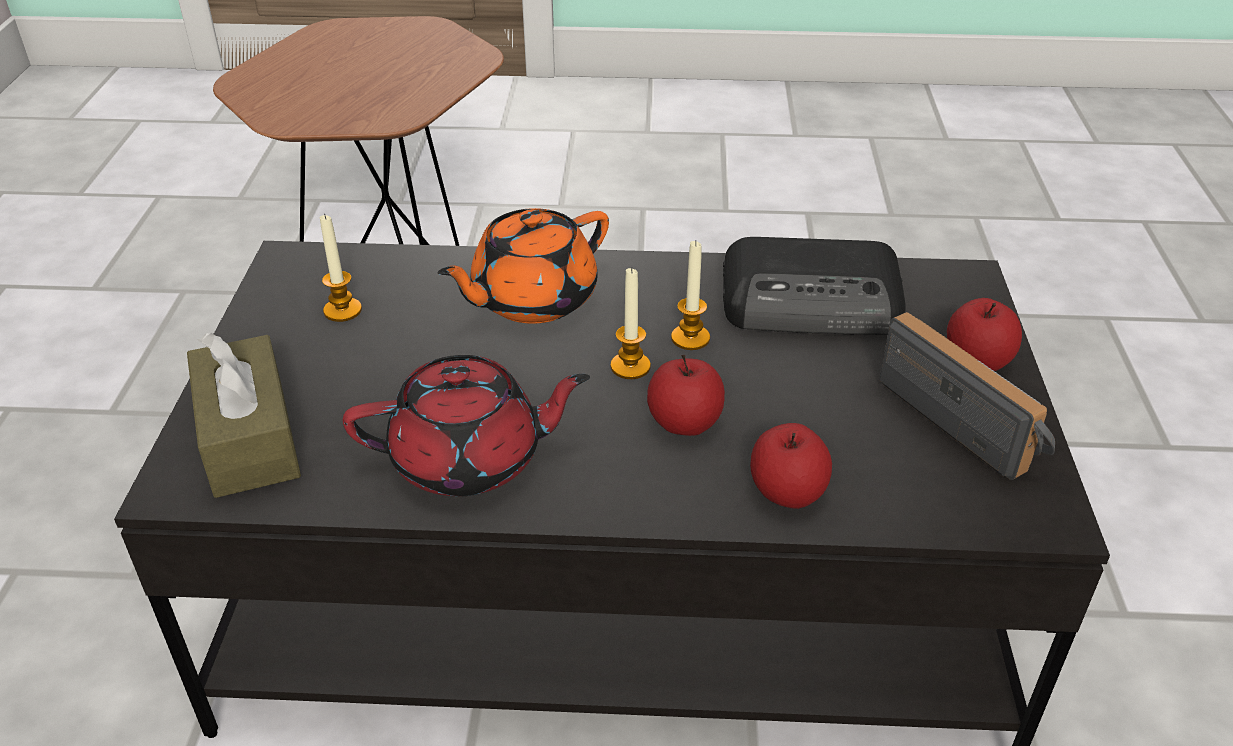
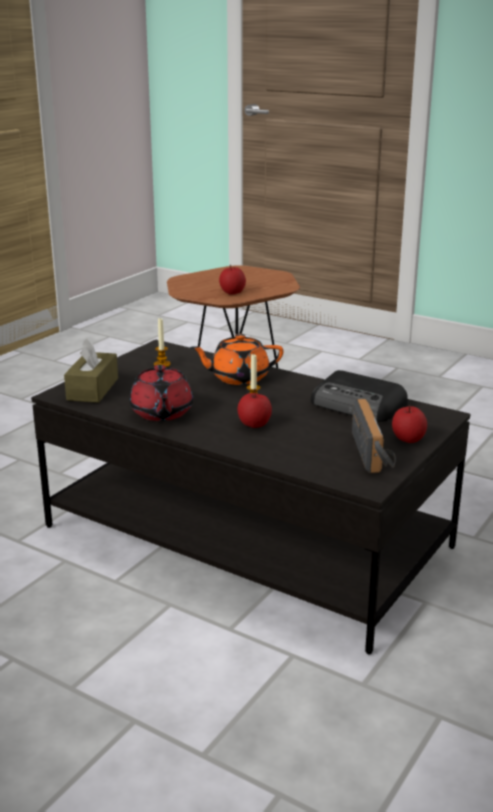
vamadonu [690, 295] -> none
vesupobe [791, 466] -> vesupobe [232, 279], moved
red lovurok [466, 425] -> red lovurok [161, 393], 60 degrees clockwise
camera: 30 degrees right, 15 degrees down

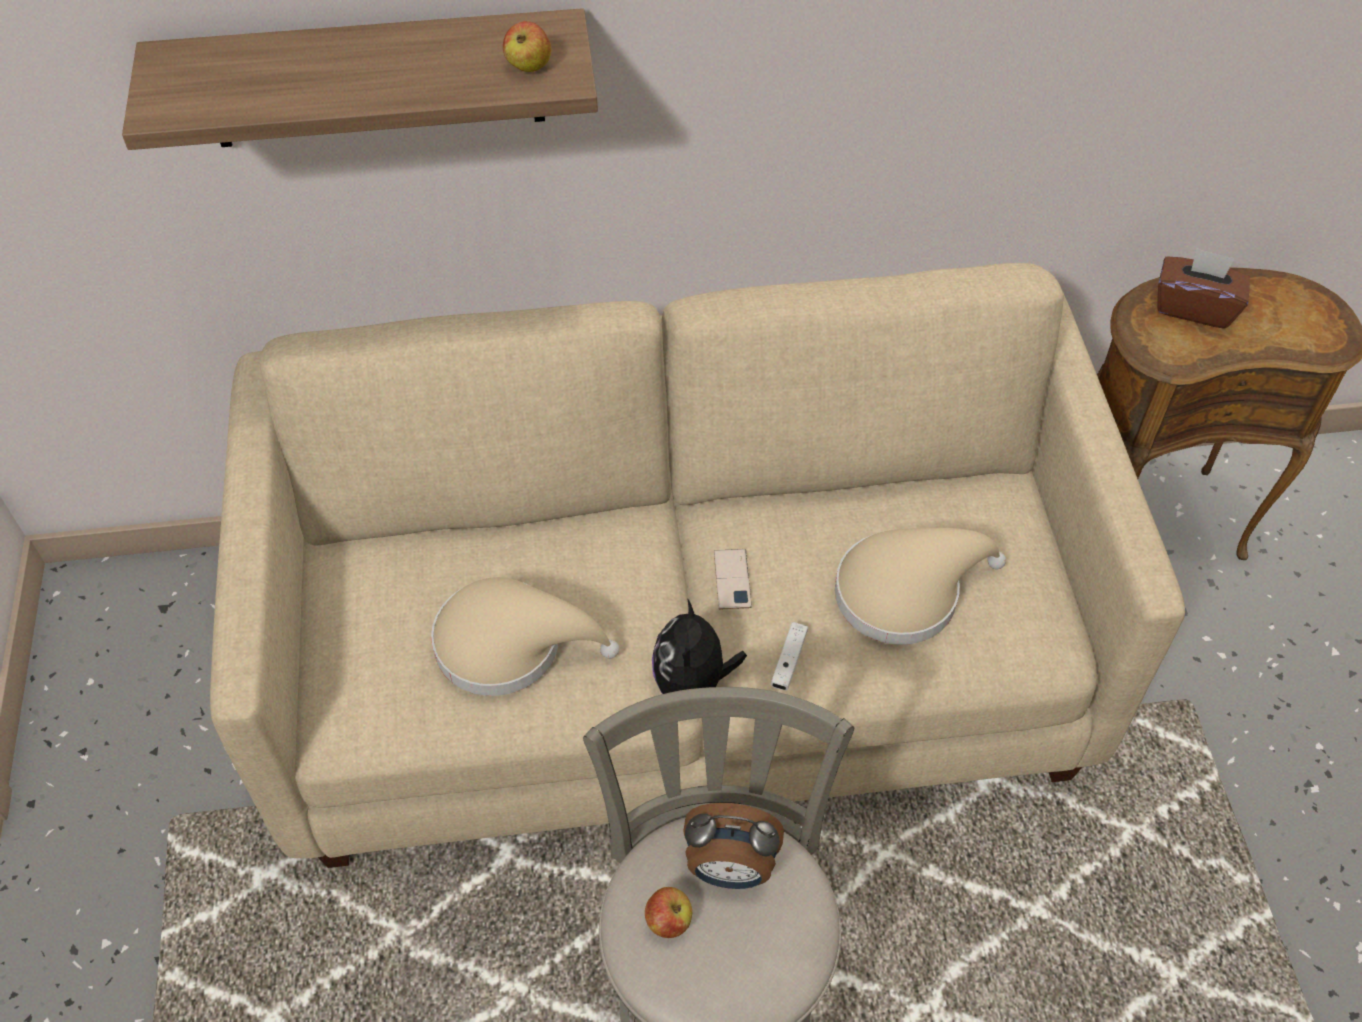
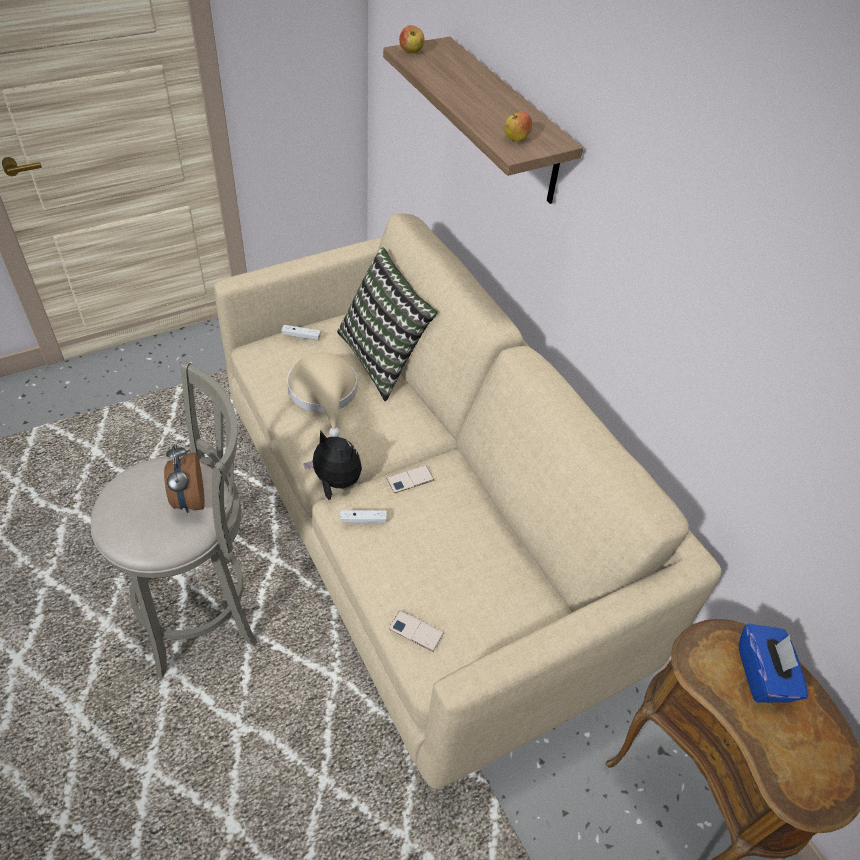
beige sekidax [920, 586] -> none
none -> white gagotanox [301, 333]
none -> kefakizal [387, 324]
none -> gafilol [416, 631]
vesupobe [668, 912] -> vesupobe [412, 39], moved
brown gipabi [1203, 288] -> blue gipabi [773, 663]
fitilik [699, 646] -> fitilik [333, 465], 45 degrees clockwise
camera: 65 degrees right, 5 degrees down

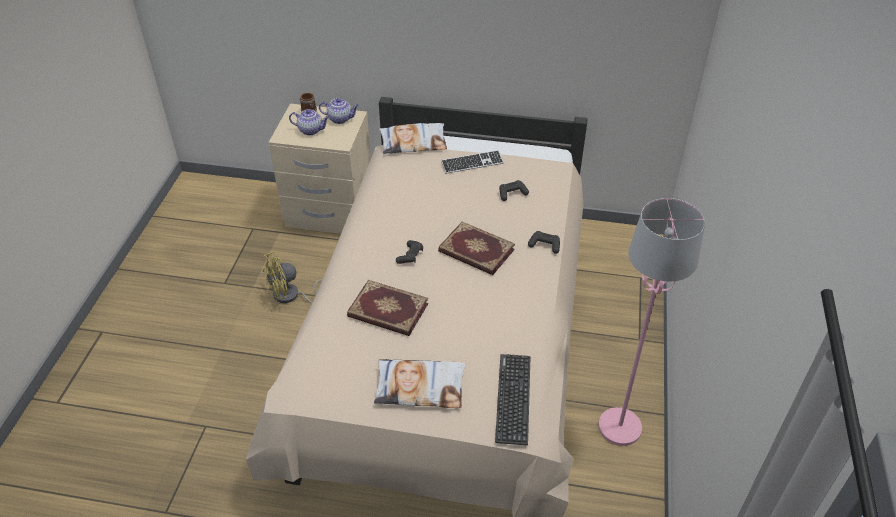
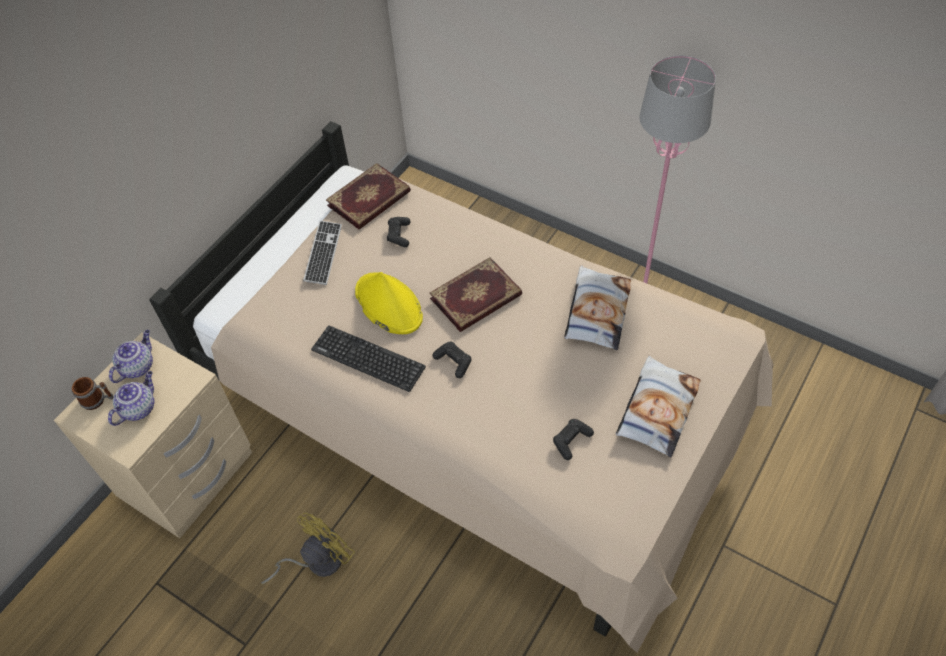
none -> yellow sekidax [389, 303]
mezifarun [387, 308] -> mezifarun [368, 196], moved
kefakizal [413, 138] -> kefakizal [597, 308], moved
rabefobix [512, 399] -> rabefobix [368, 358], moved
black gagotanox [544, 242] -> black gagotanox [573, 439], moved
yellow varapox [293, 278] -> yellow varapox [308, 548], 135 degrees counterclockwise
camera: 65 degrees left, 10 degrees up

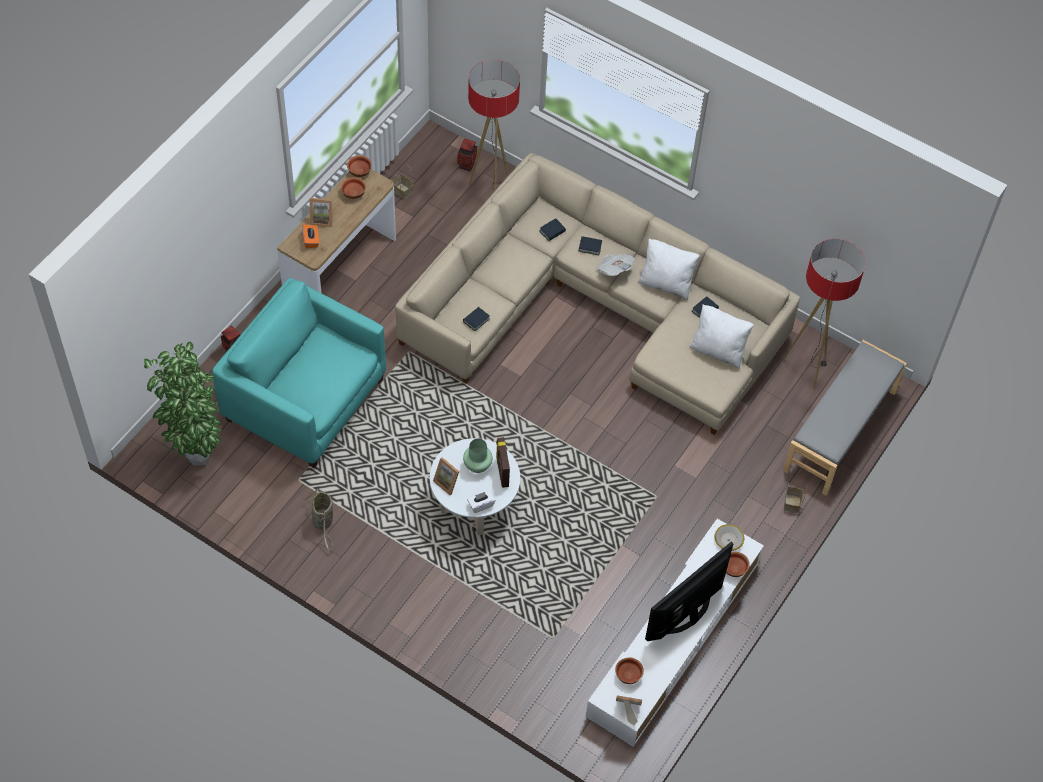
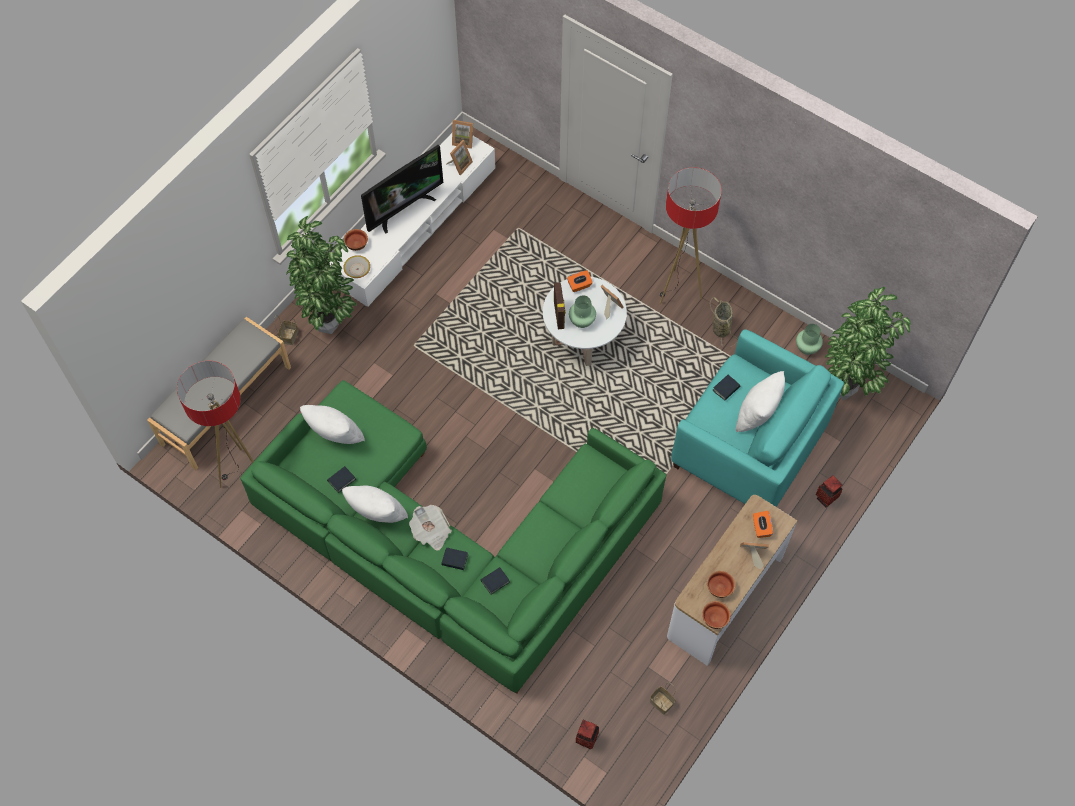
none -> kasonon [321, 275]
none -> white kefakizal [760, 401]
none -> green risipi [809, 339]
mezifarun [476, 319] -> mezifarun [726, 388], moved
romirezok [494, 125] -> romirezok [691, 235], moved
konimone [629, 670] -> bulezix [459, 157]
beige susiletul [597, 294] -> green susiletul [453, 537]
white gipabi [481, 501] -> orange gipabi [580, 281]
camera: 175 degrees left, 5 degrees up

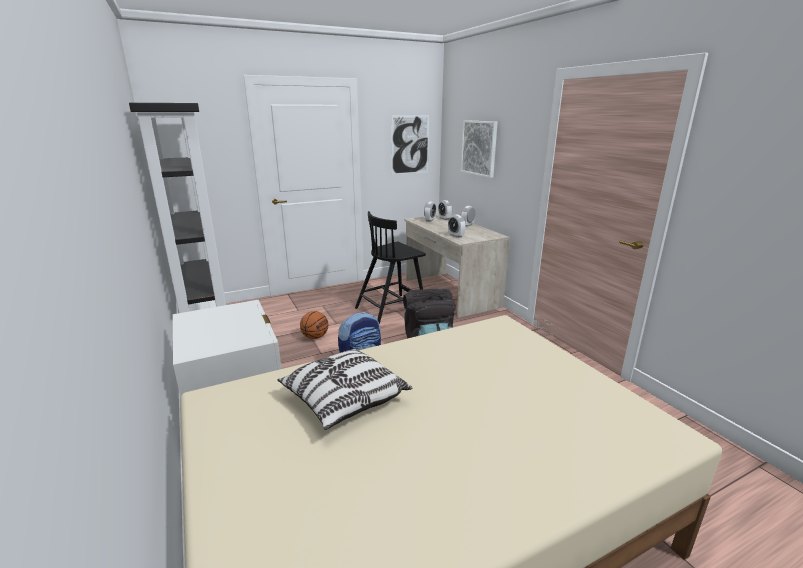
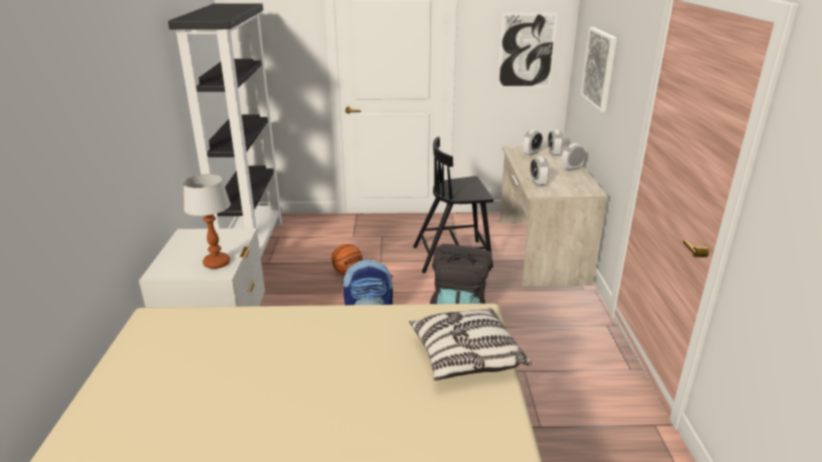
none -> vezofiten [207, 221]
kefakizal [344, 389] -> kefakizal [470, 344], moved
camera: 25 degrees right, 5 degrees up

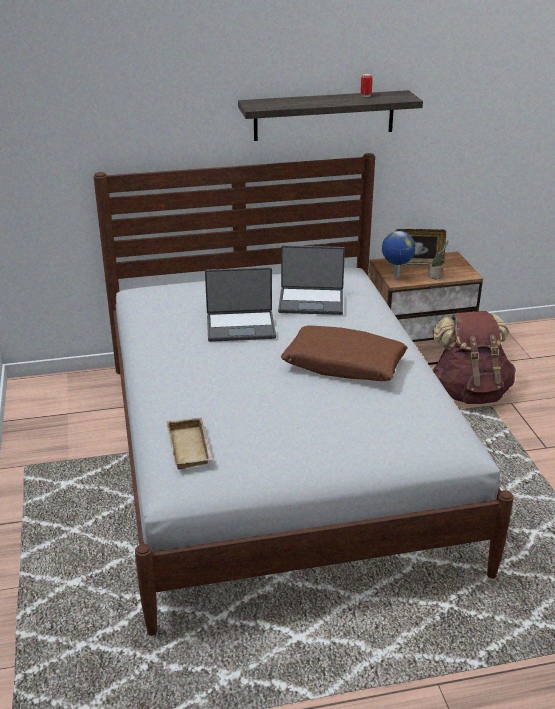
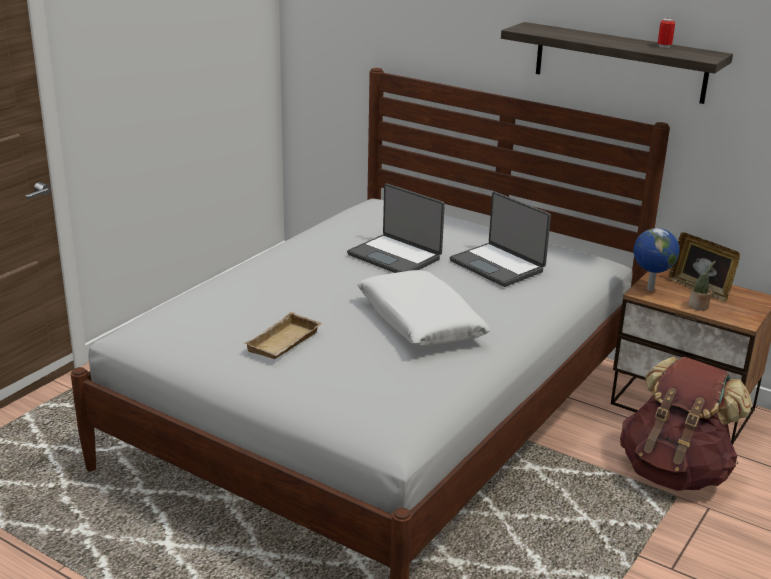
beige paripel [189, 443] -> beige paripel [283, 335], moved
brown kefakizal [344, 353] -> white kefakizal [424, 308]
camera: 45 degrees right, 5 degrees down

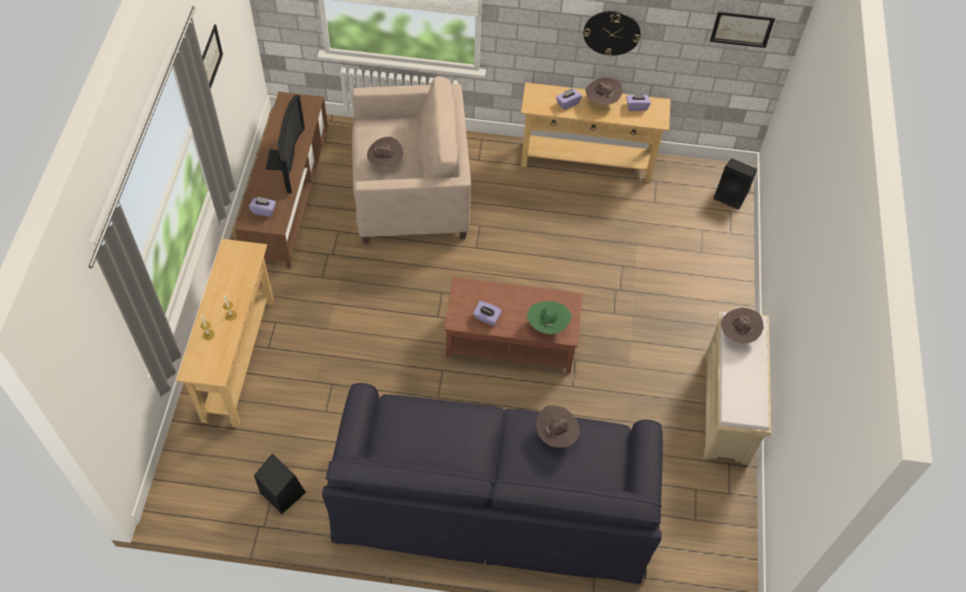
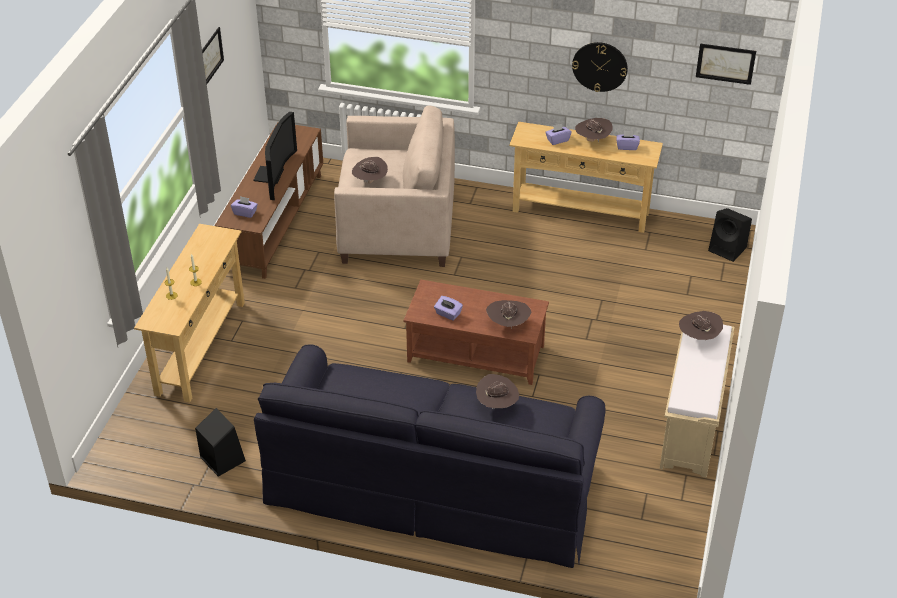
green sekidax [549, 317] -> brown sekidax [508, 314]
camera: 10 degrees right, 15 degrees down

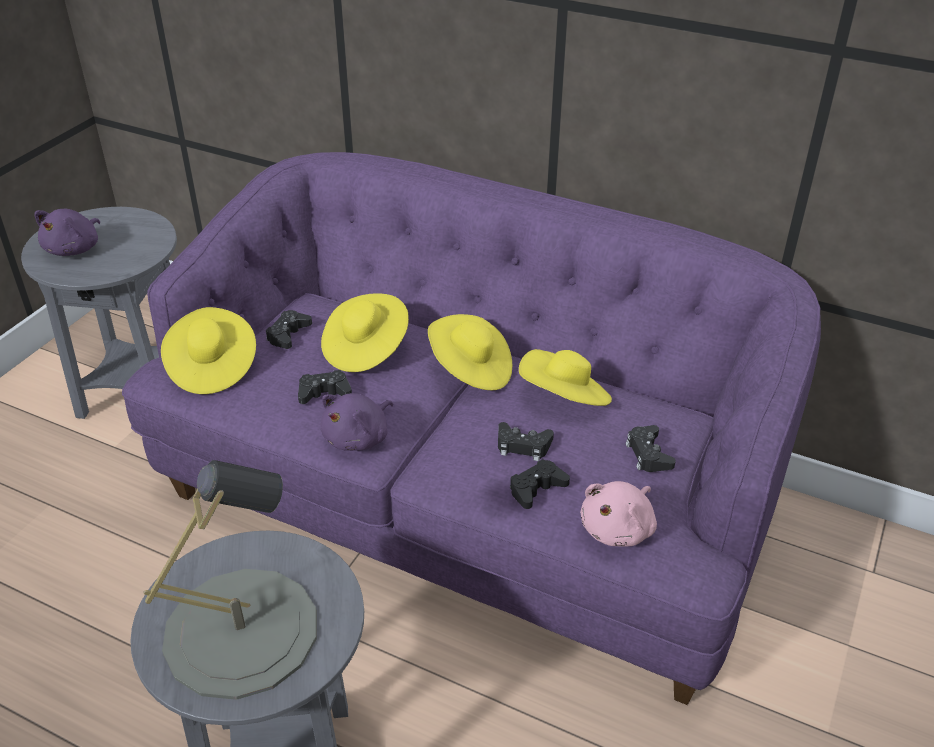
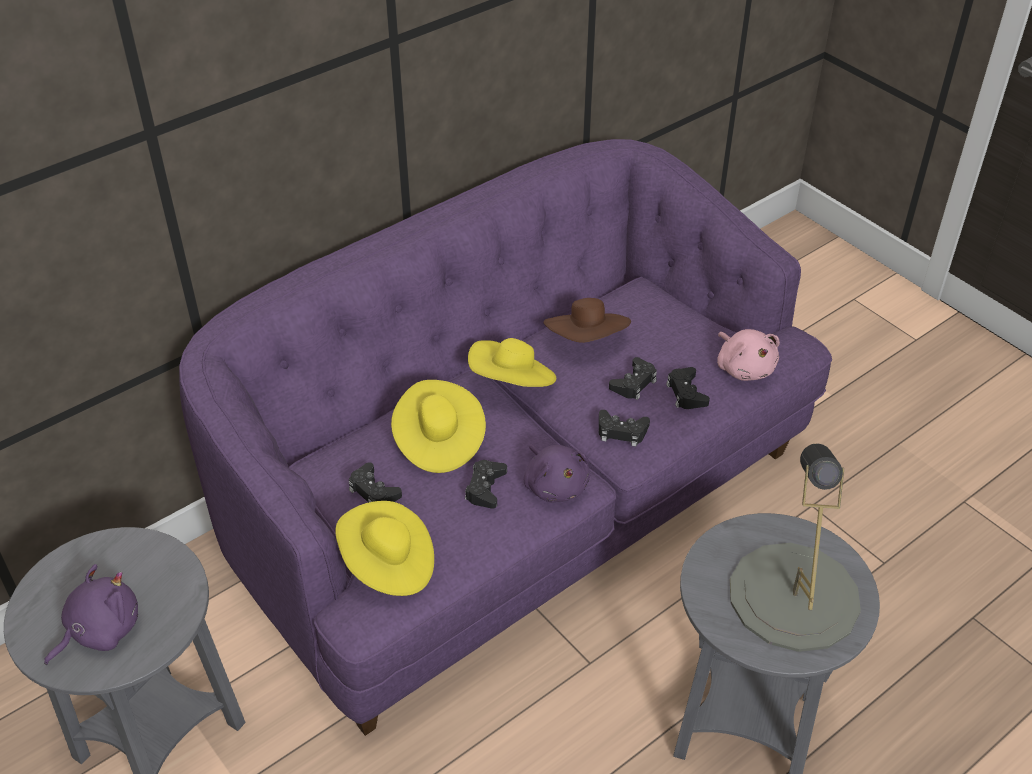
black gagotanox [651, 448] -> black gagotanox [624, 428], moved
yellow sekidax [565, 377] -> brown sekidax [587, 320]
purple fitilik [67, 232] -> purple fitilik [91, 614], 90 degrees counterclockwise
camera: 65 degrees left, 5 degrees up

